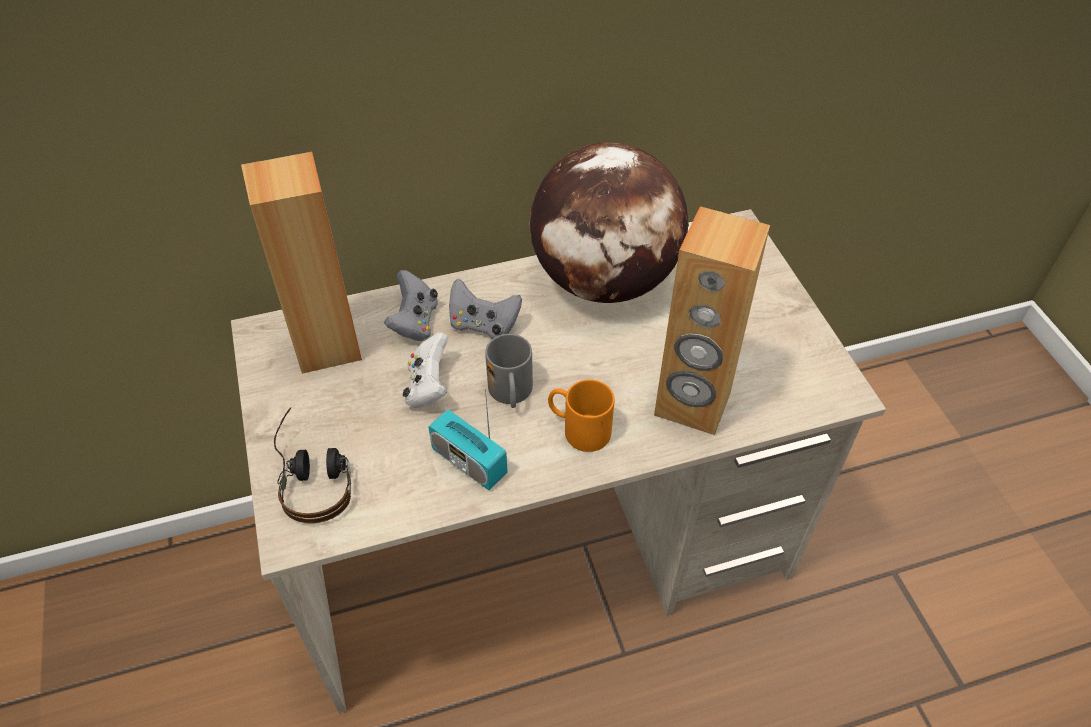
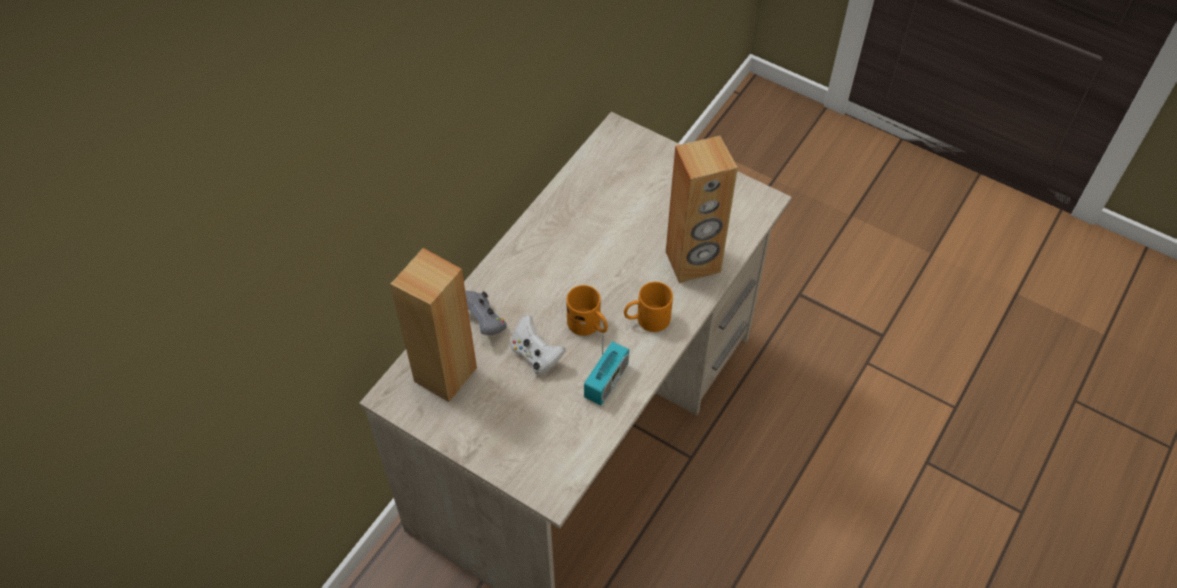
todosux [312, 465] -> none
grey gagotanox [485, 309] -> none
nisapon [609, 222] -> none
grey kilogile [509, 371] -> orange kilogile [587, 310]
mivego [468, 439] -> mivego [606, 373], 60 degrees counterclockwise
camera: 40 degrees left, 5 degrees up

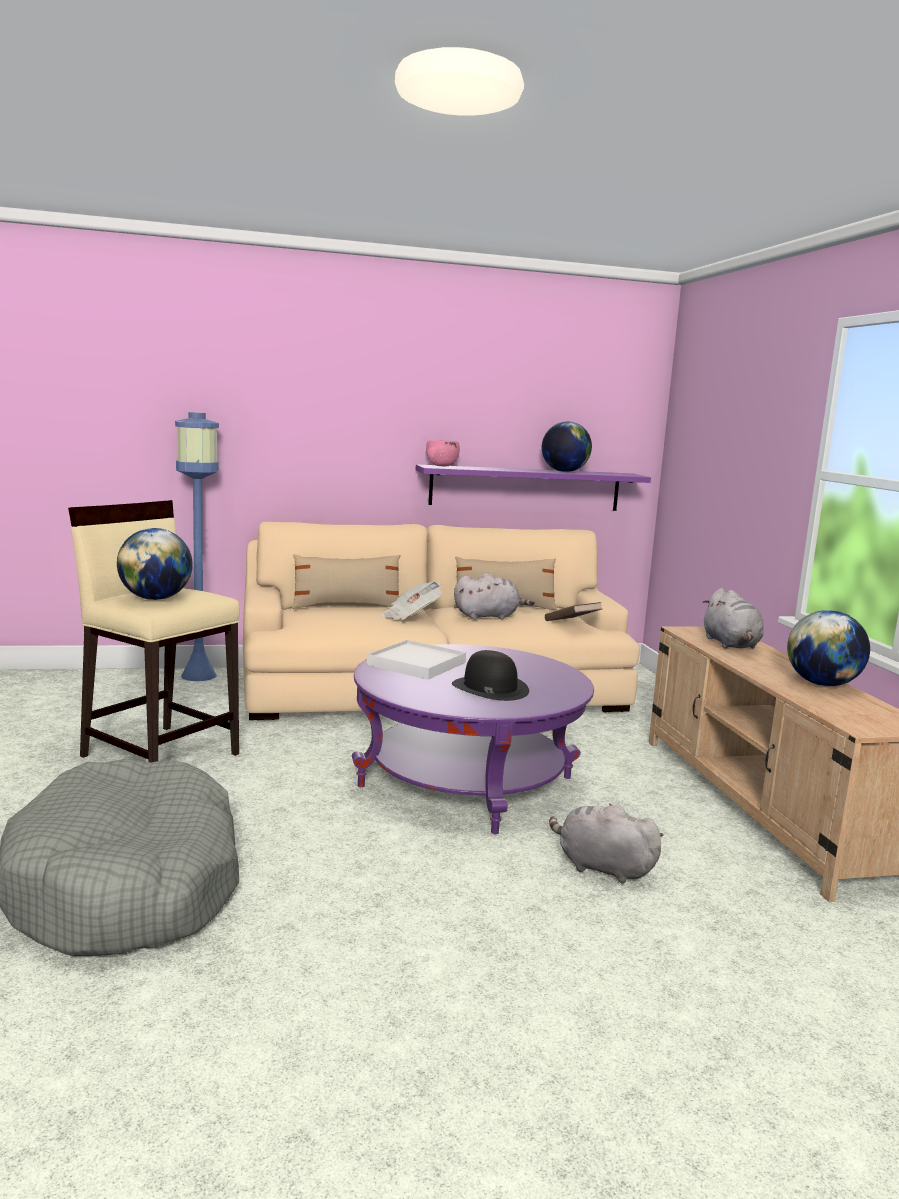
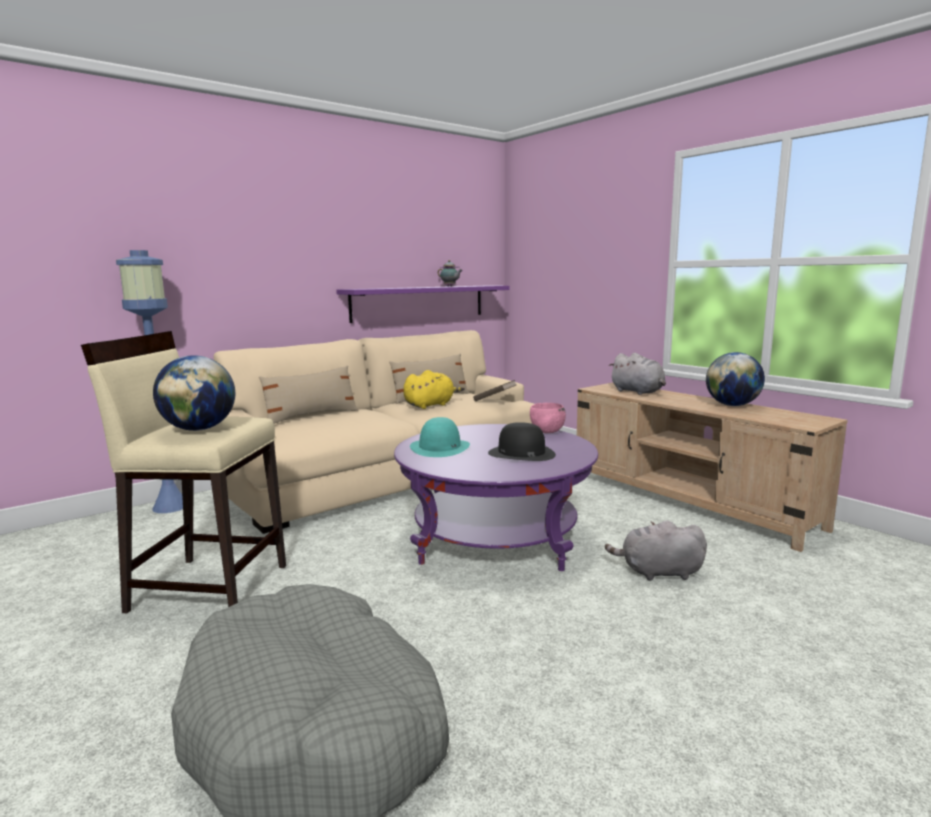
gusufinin [411, 601] -> none
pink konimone [443, 453] -> pink konimone [548, 418], moved
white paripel [416, 660] -> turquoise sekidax [440, 437]
nisapon [567, 446] -> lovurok [450, 273]
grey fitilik [494, 596] -> yellow fitilik [434, 389]
camera: 25 degrees left, 0 degrees up

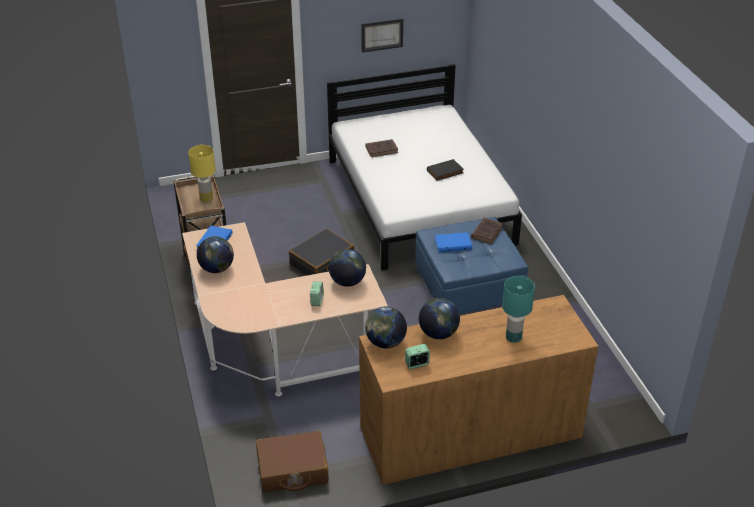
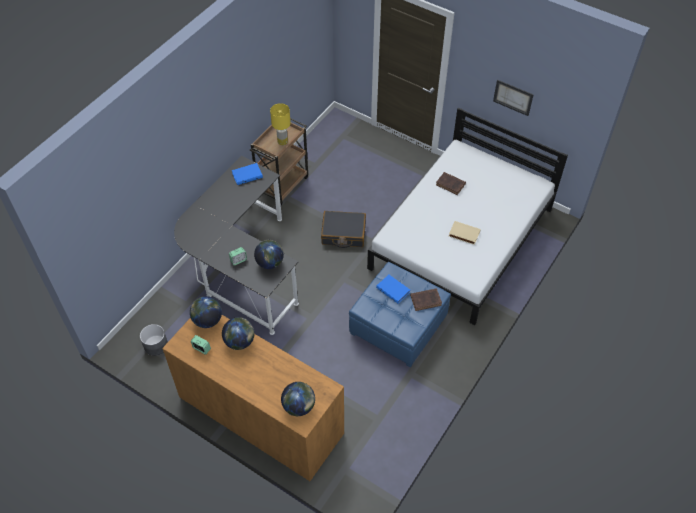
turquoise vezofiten [518, 309] -> none
nisapon [215, 254] -> nisapon [298, 399], moved
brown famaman [292, 461] -> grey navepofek [154, 340]
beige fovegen [285, 309] -> black fovegen [236, 245]
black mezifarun [445, 170] -> beige mezifarun [465, 233]
camera: 50 degrees right, 15 degrees up

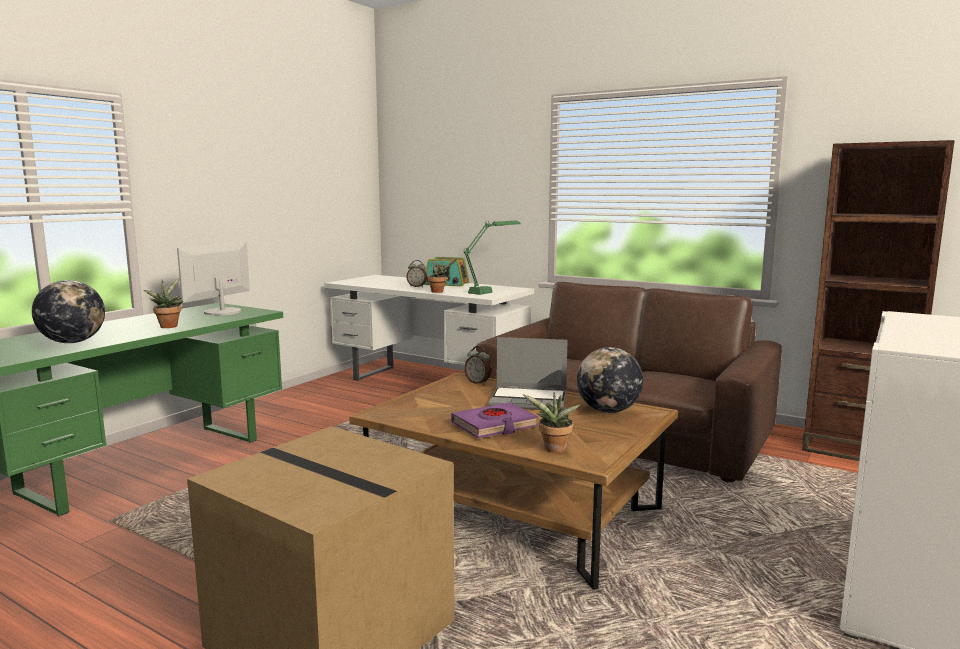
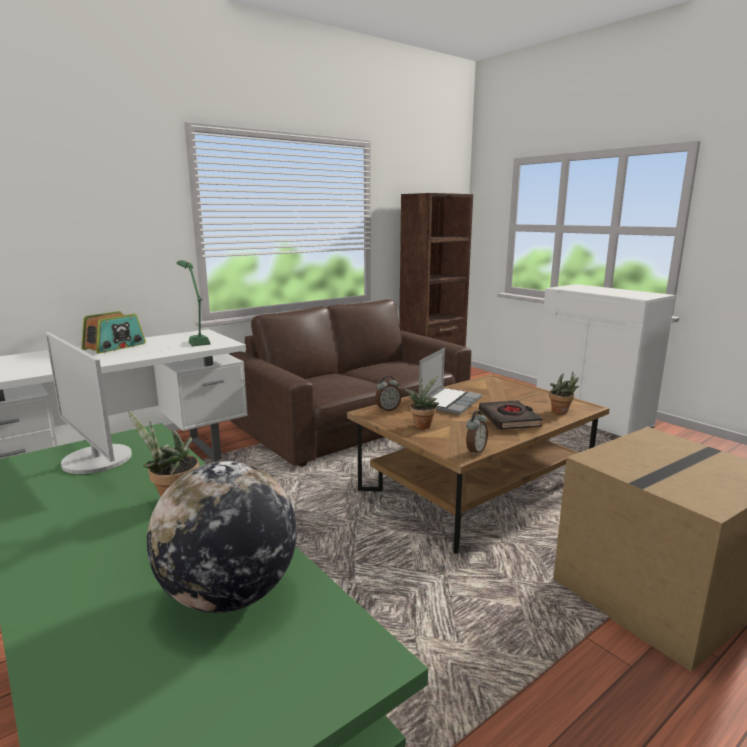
nisapon [610, 380] -> none
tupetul [416, 273] -> tupetul [477, 433], moved
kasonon [443, 275] -> kasonon [421, 401], moved
purple mezifarun [494, 420] -> black mezifarun [511, 415]
camera: 70 degrees left, 5 degrees up

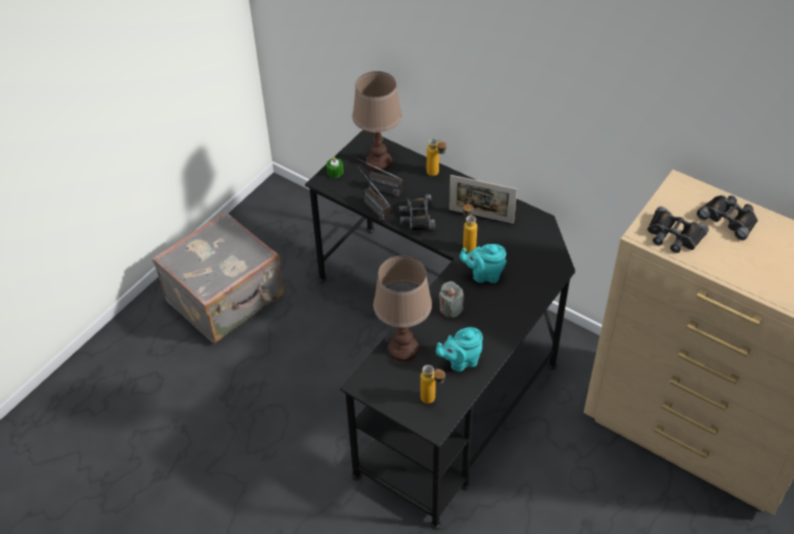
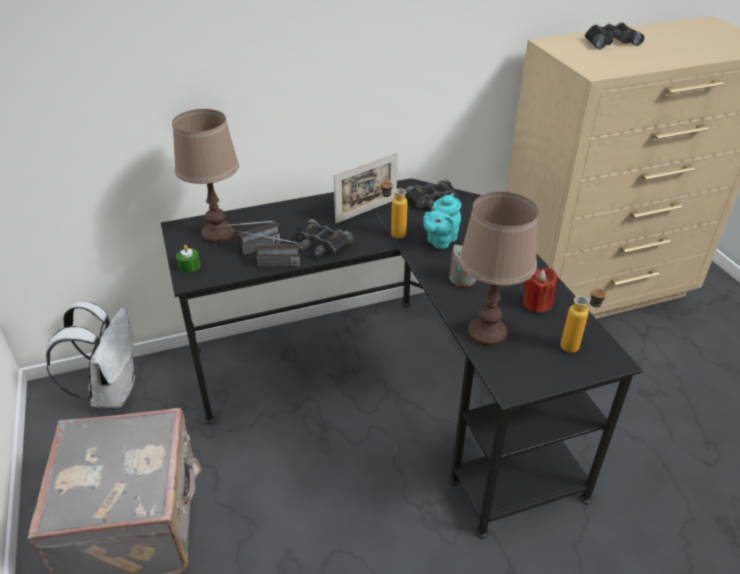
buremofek [436, 157] -> none
none -> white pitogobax [90, 354]
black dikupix [678, 230] -> black dikupix [432, 195], moved
turquoise lovurok [459, 349] -> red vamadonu [540, 290]
camera: 55 degrees left, 10 degrees down

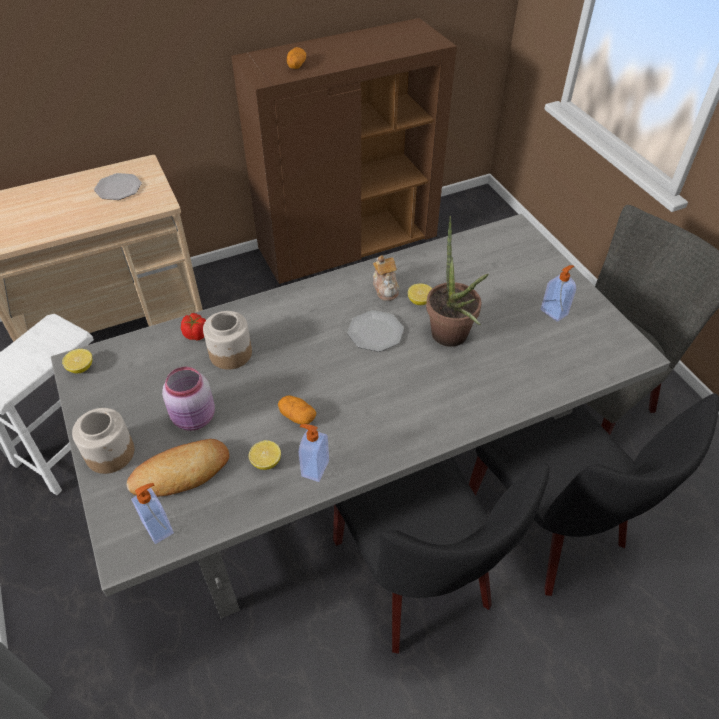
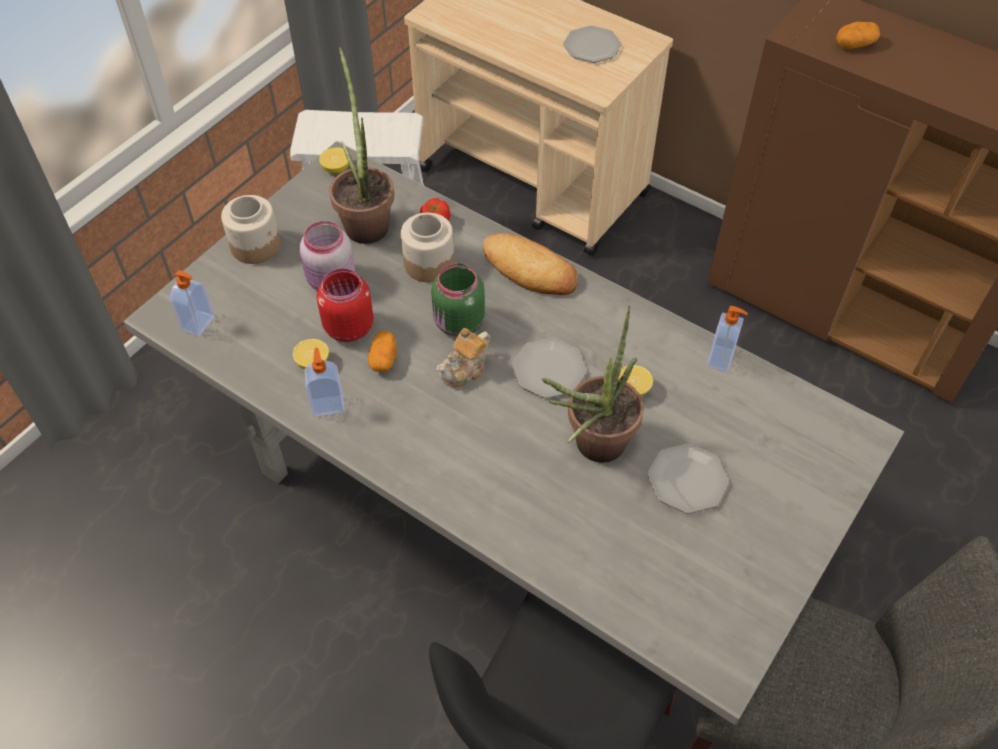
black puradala [441, 555] -> none
none -> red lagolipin [345, 305]
none -> kasonon [361, 145]
none -> green lagolipin [458, 300]
none -> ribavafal [688, 479]
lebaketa [177, 468] -> lebaketa [530, 264], moved
lovurok [386, 278] -> lovurok [463, 357], moved
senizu [558, 293] -> senizu [727, 339], moved
camera: 60 degrees right, 5 degrees up

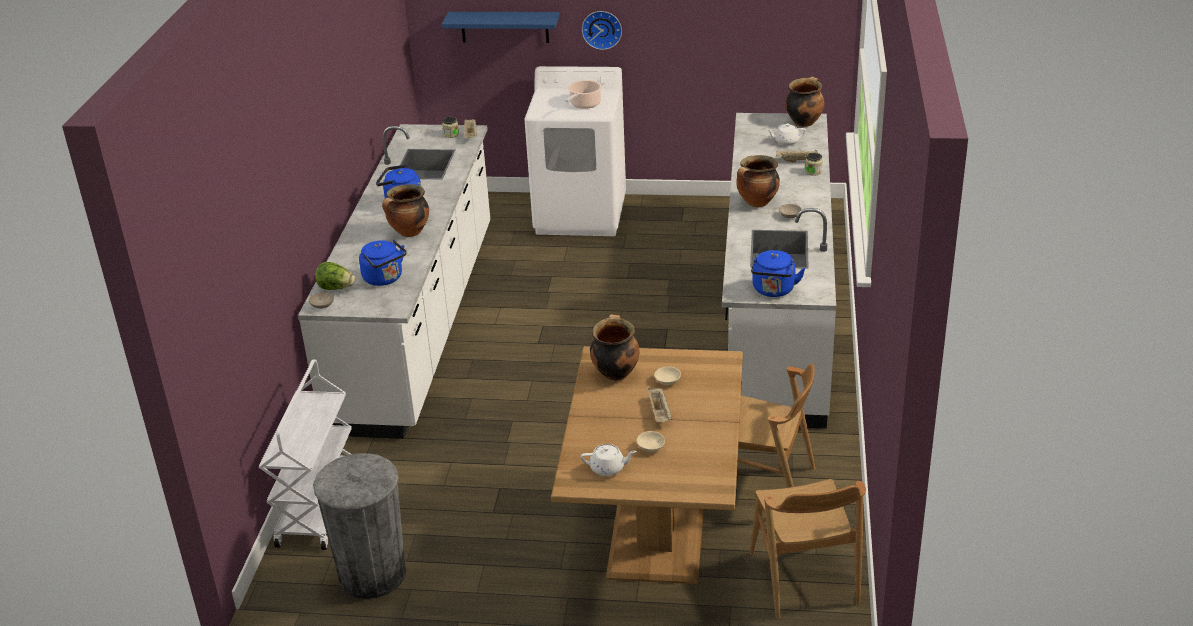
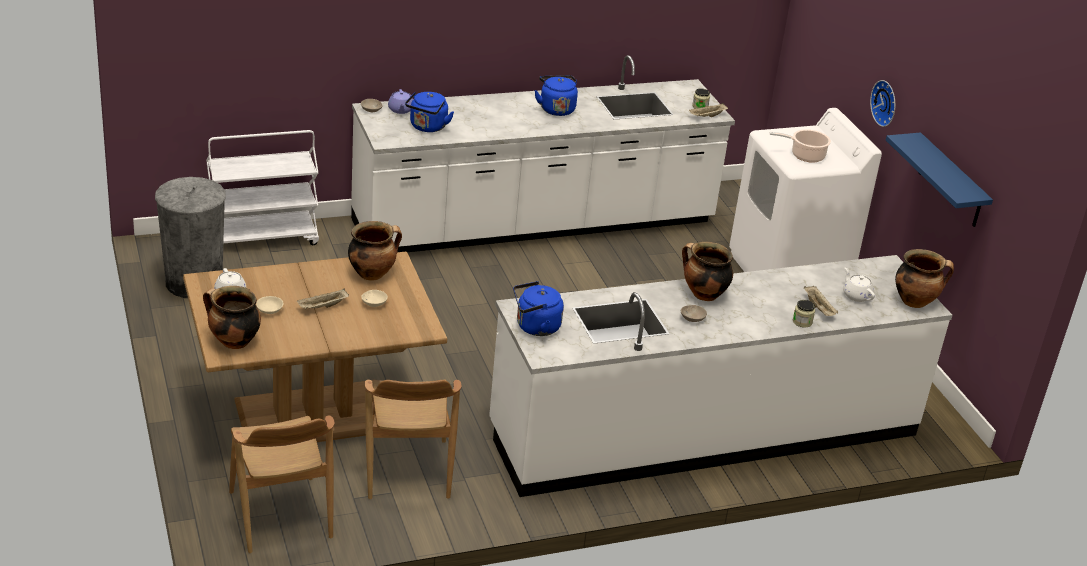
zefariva [405, 210] -> zefariva [232, 317], moved
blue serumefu [501, 27] -> blue serumefu [939, 179], moved
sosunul [335, 276] -> purple lovurok [400, 101]
brown puradala [808, 549] -> brown puradala [281, 484], 75 degrees counterclockwise
camera: 60 degrees right, 0 degrees up

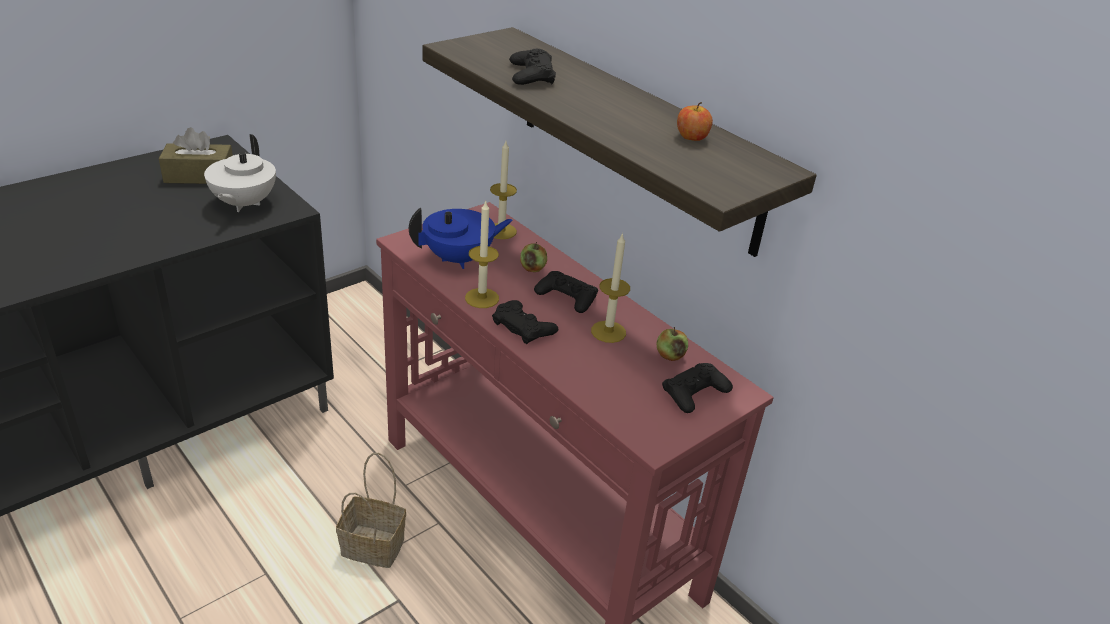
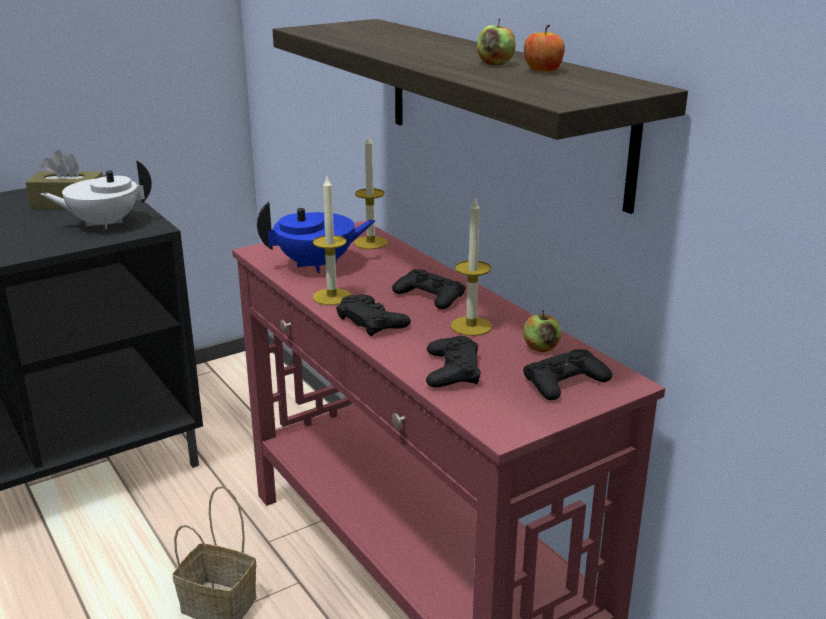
black gagotanox [532, 67] -> black gagotanox [453, 361], moved
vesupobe [533, 257] -> vesupobe [496, 42], moved
white lovurok [240, 173] -> white lovurok [96, 195], 60 degrees clockwise
camera: 10 degrees right, 10 degrees down

